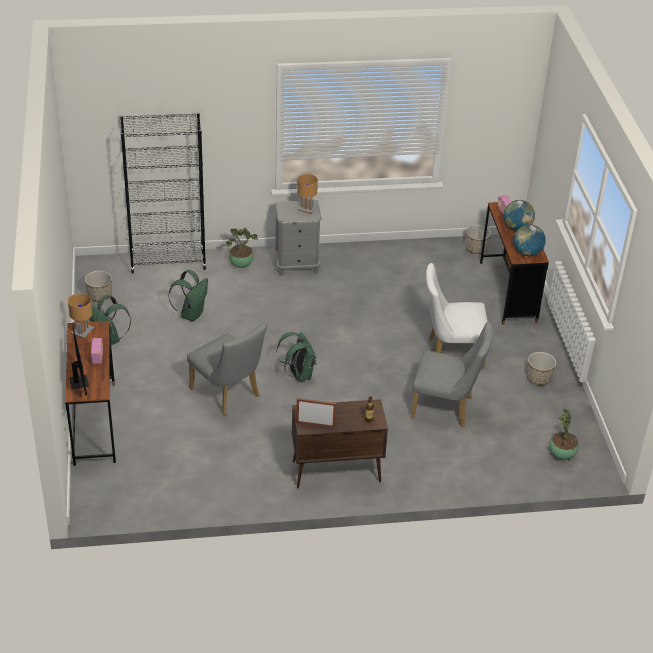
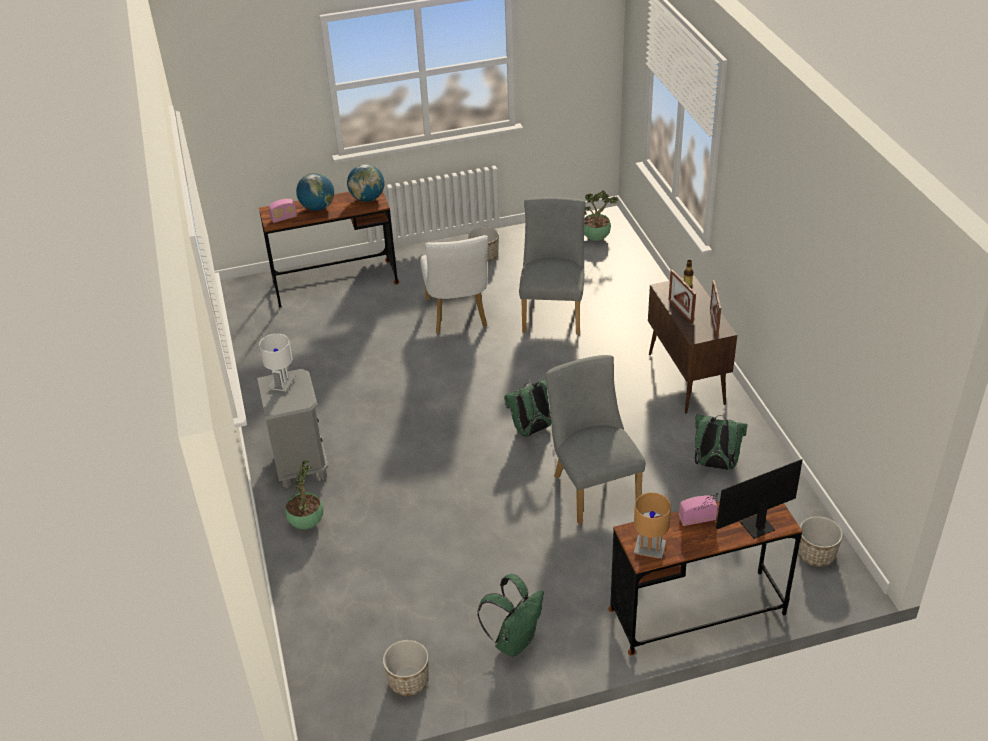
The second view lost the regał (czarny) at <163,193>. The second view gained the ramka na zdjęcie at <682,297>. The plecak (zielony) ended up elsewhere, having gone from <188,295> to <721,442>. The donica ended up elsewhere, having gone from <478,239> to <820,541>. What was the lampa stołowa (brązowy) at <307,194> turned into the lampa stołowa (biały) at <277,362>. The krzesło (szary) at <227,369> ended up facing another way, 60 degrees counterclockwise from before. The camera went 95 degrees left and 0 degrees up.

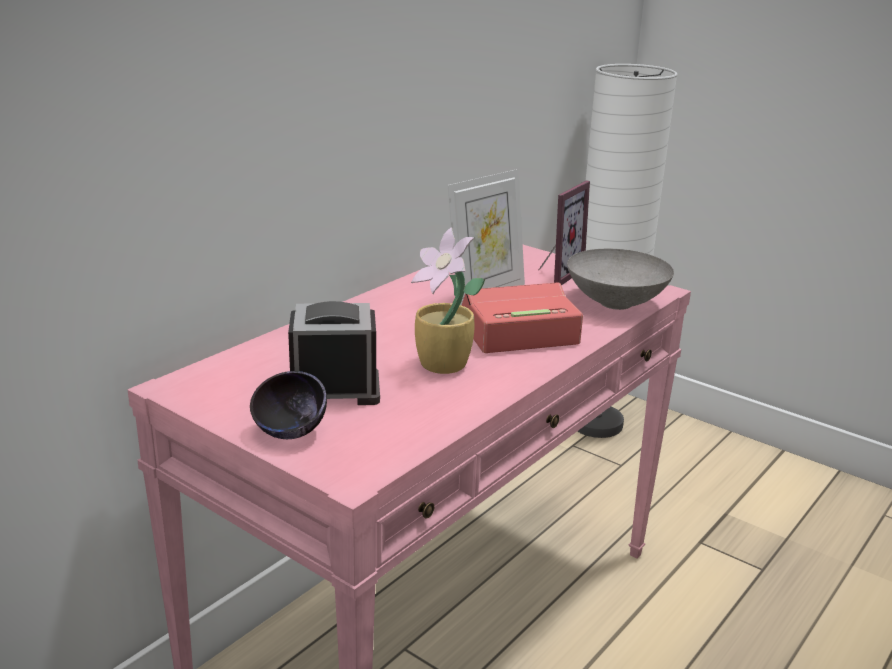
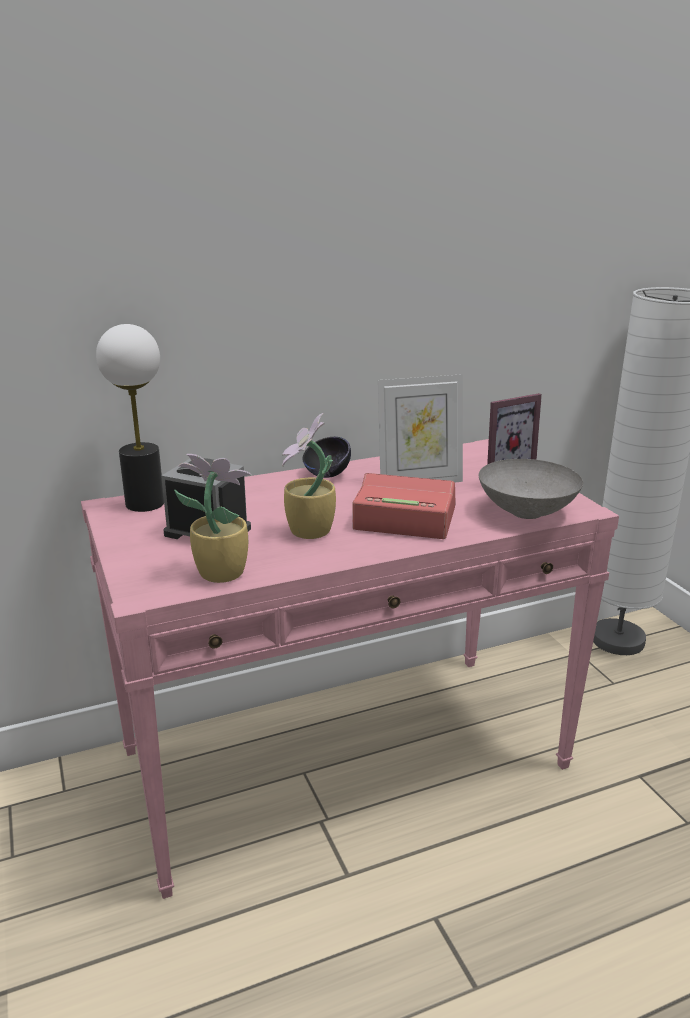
The second view gained the lampa stołowa at <130,418>. The second view gained the roślina doniczkowa at <213,518>. The miska (czarny) ended up elsewhere, having gone from <288,405> to <327,457>. The camera went 30 degrees right and 0 degrees up.

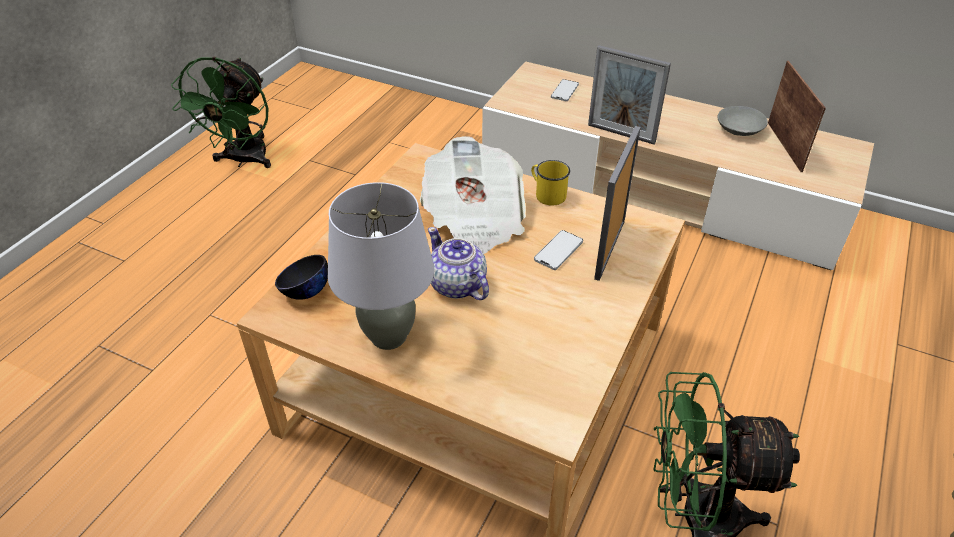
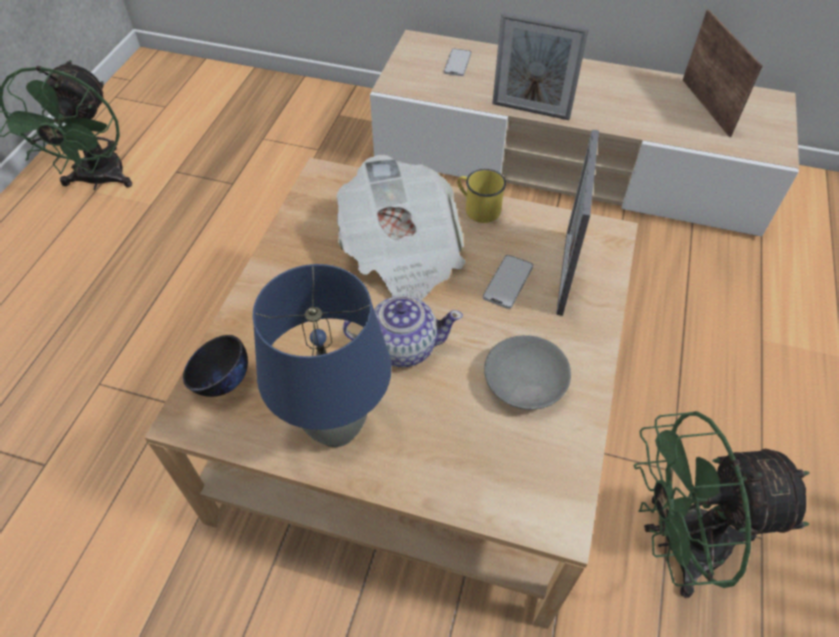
The miska (szary) ended up elsewhere, having gone from <742,121> to <527,372>. What was the lampa stołowa (szary) at <381,266> turned into the lampa stołowa (niebieski) at <322,355>. The imbryk at <458,263> ended up facing another way, 135 degrees clockwise from before. The camera went 10 degrees left and 10 degrees up.

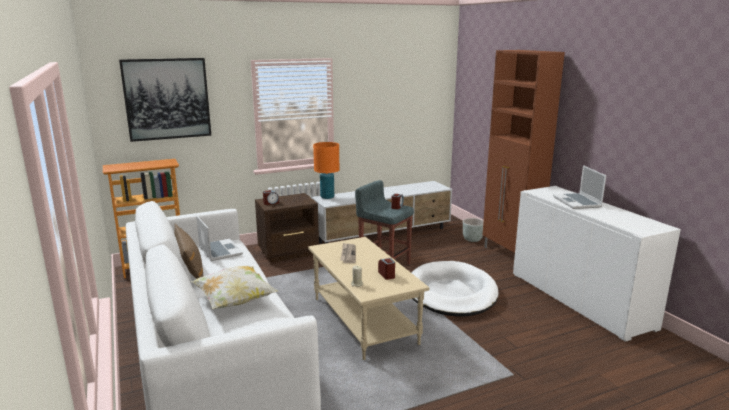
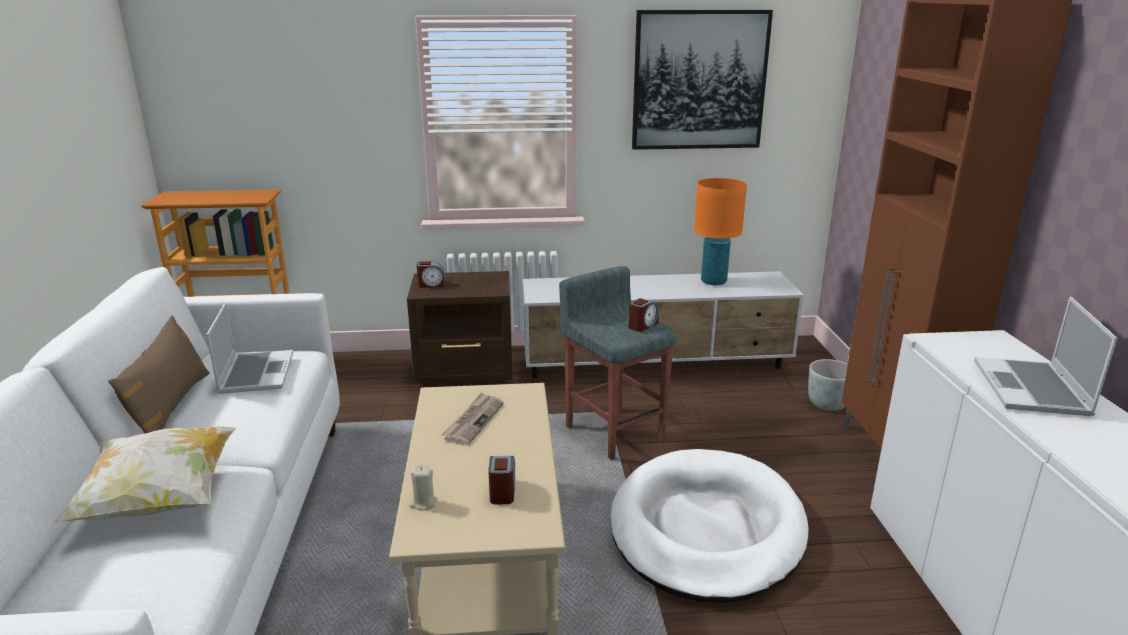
The obraz ended up elsewhere, having gone from <165,100> to <702,80>. The lampa stołowa (pomarańczowy) ended up elsewhere, having gone from <326,170> to <720,231>. The camera went 20 degrees right and 5 degrees up.

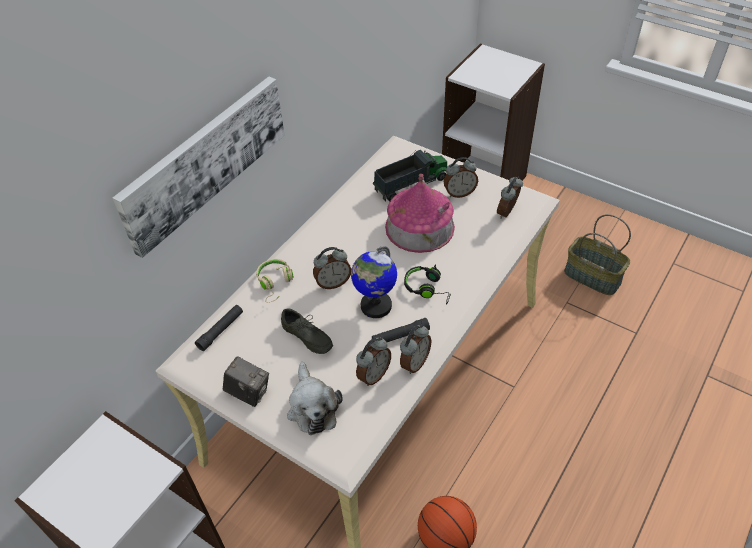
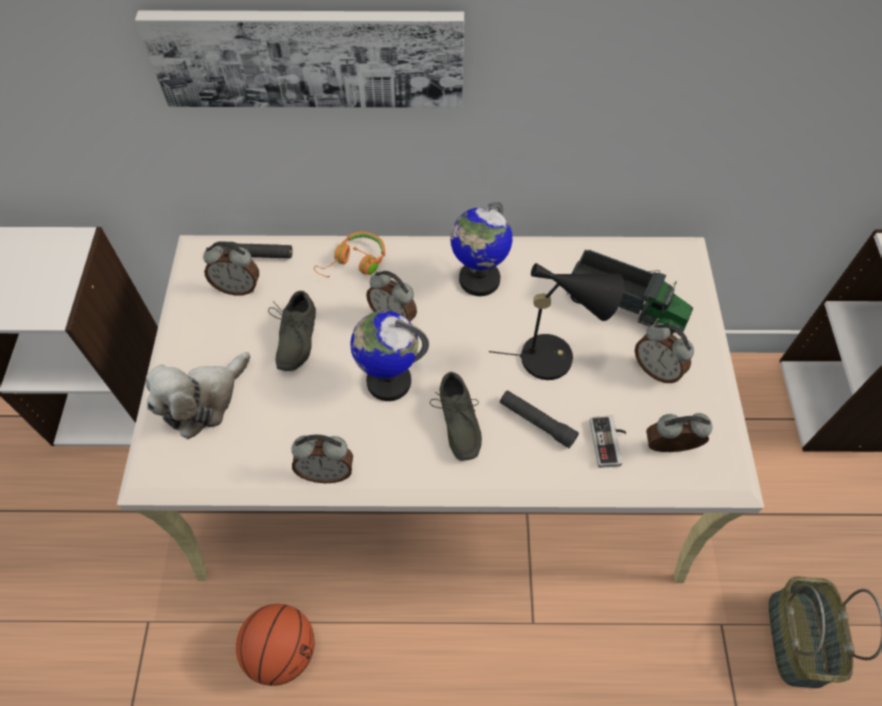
The second view lost the aparat fotograficzny at <246,381>. The second view gained the globus at <481,248>. The second view gained the pad do gier at <608,442>. The budzik ended up elsewhere, having gone from <373,361> to <231,268>. The latarka (czarny) ended up elsewhere, having gone from <401,330> to <539,419>. Where the domek stood at <420,213>, the lampa stołowa (czarny) came to stand at <556,321>. Where the słuchawki (czarny) stood at <427,284>, the but (szary) came to stand at <456,416>. What was the słuchawki (beżowy) at <275,281> turned into the słuchawki (pomarańczowy) at <349,254>. The camera went 55 degrees right and 10 degrees up.

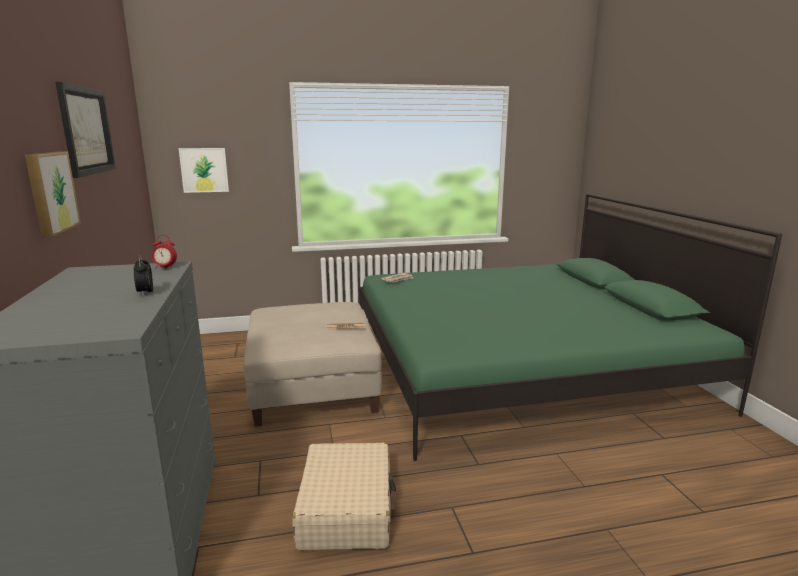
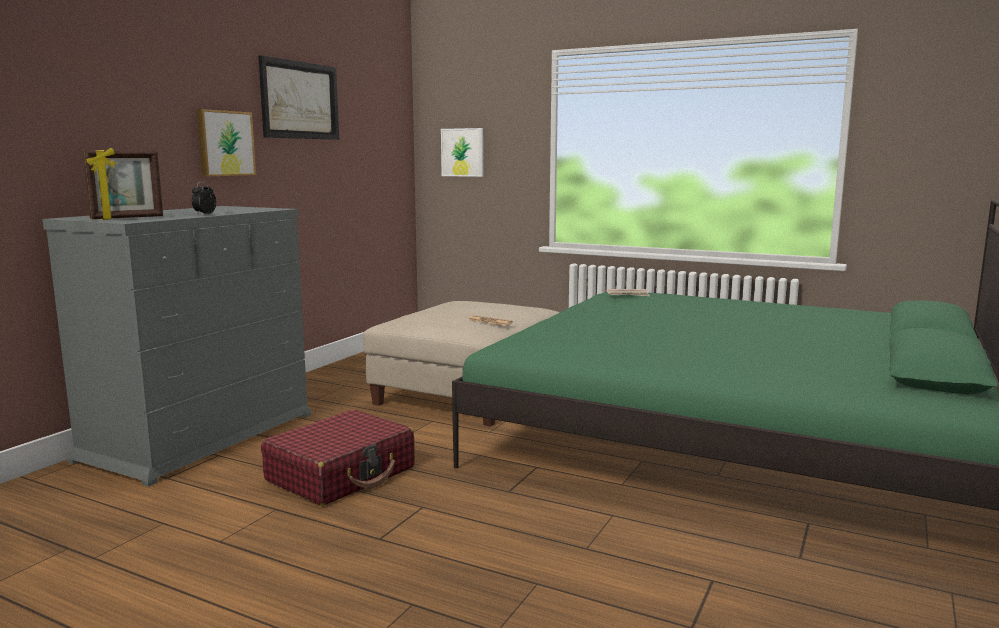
The second view lost the budzik at <164,252>. The second view gained the ramka na zdjęcie at <122,184>. What was the walizka (beżowy) at <344,496> turned into the walizka (czerwony) at <338,458>. The camera went 40 degrees right and 5 degrees down.

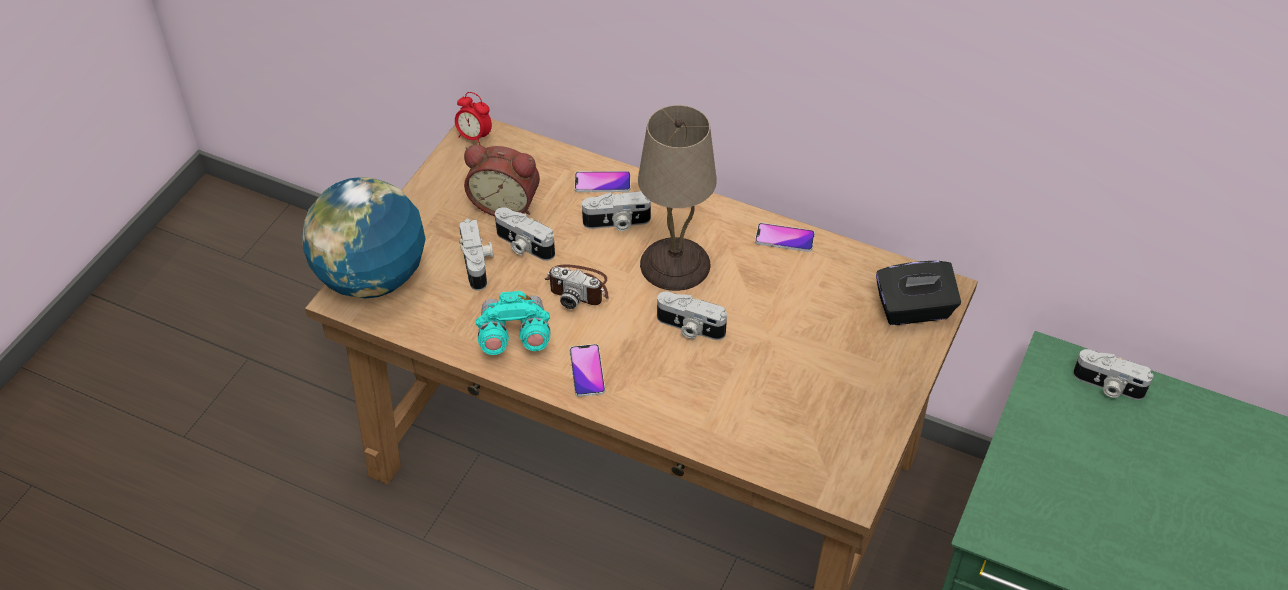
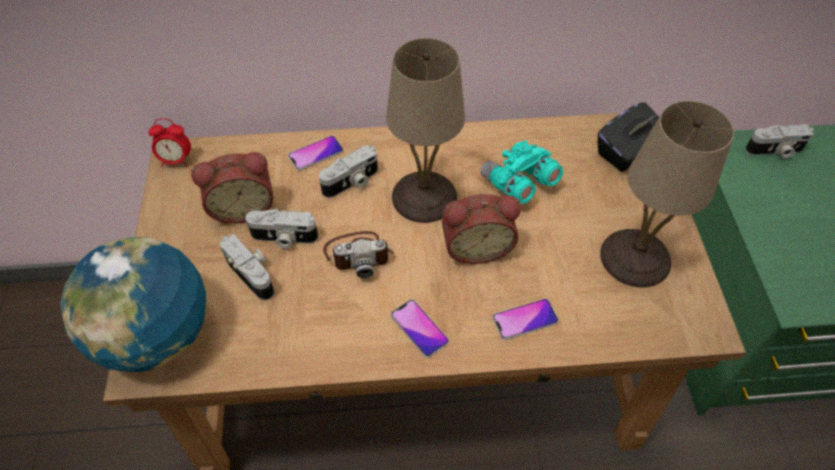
The second view gained the lampa stołowa (beżowy) at <667,194>. The lornetka (turkusowy) ended up elsewhere, having gone from <513,323> to <522,172>. The telefon ended up elsewhere, having gone from <785,237> to <525,319>. Where the aparat fotograficzny stood at <692,316>, the budzik came to stand at <481,229>. The camera went 30 degrees left and 5 degrees up.

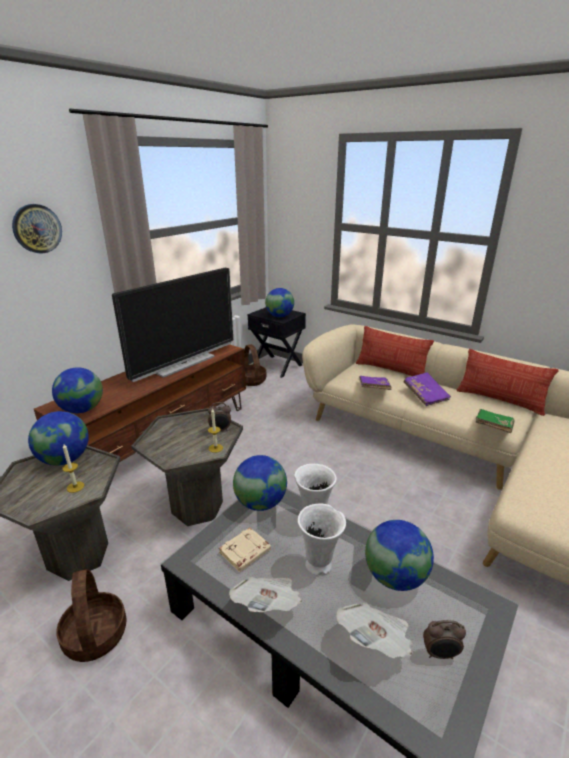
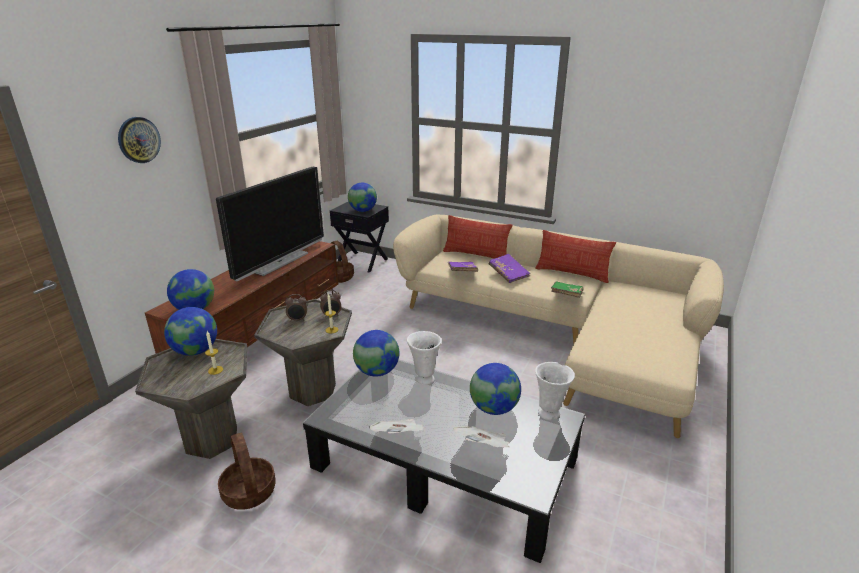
The second view lost the książka (beżowy) at <245,549>. The wazon (biały) ended up elsewhere, having gone from <322,539> to <555,391>. The budzik ended up elsewhere, having gone from <444,639> to <296,307>. The camera went 10 degrees left and 0 degrees up.

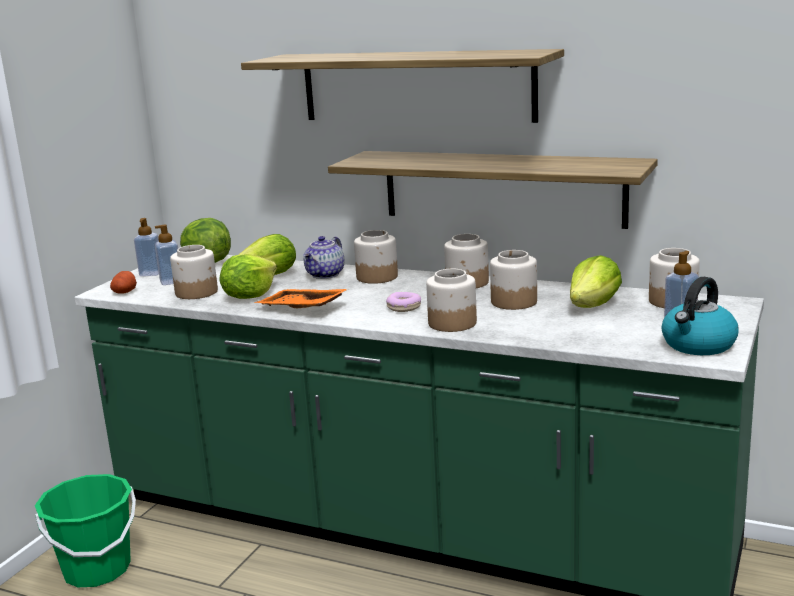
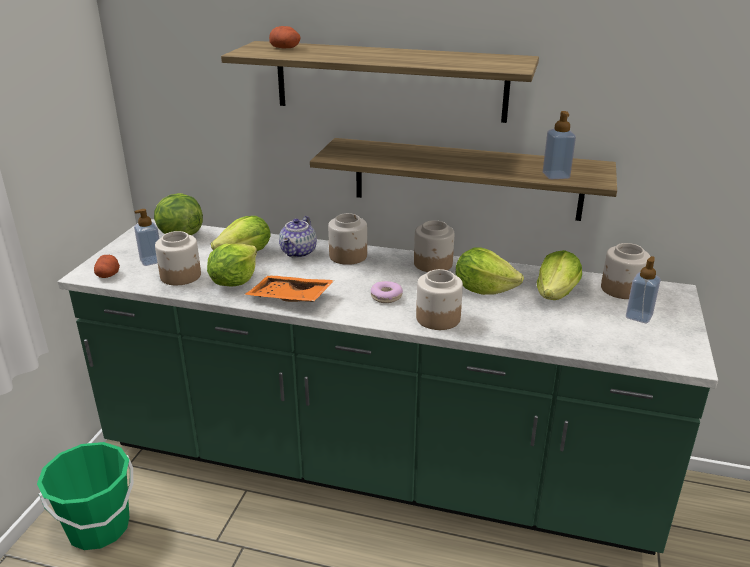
The second view lost the czajnik at <700,316>. The second view gained the ziemniak at <284,37>. The dozownik mydła ended up elsewhere, having gone from <146,247> to <559,145>. Where the słoik stood at <513,280>, the sałata came to stand at <490,271>. The camera went 10 degrees left and 10 degrees up.

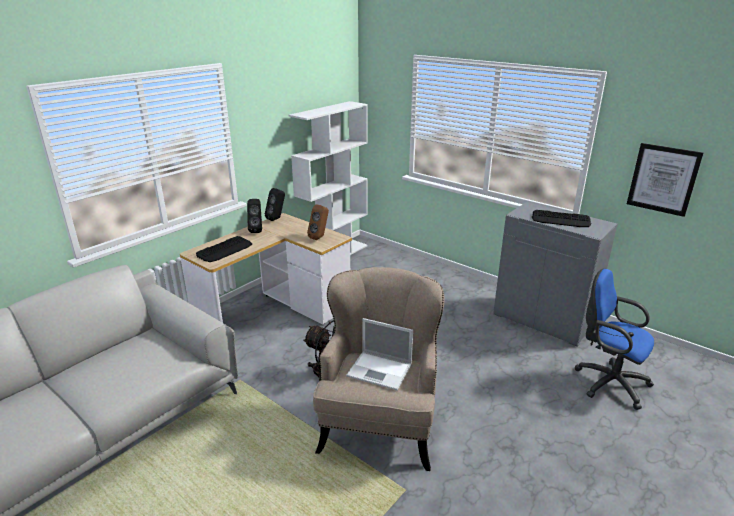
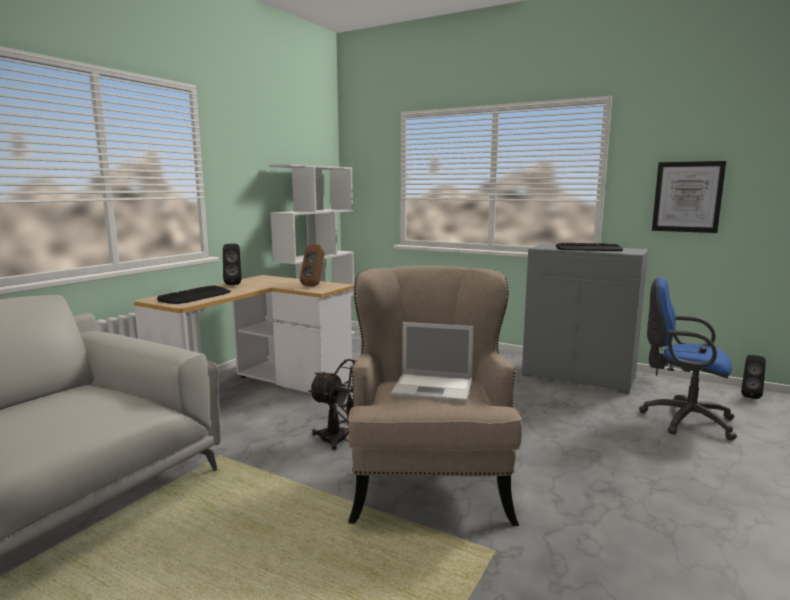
The głośnik (czarny) ended up elsewhere, having gone from <275,204> to <753,377>. The camera went 10 degrees left and 15 degrees down.

